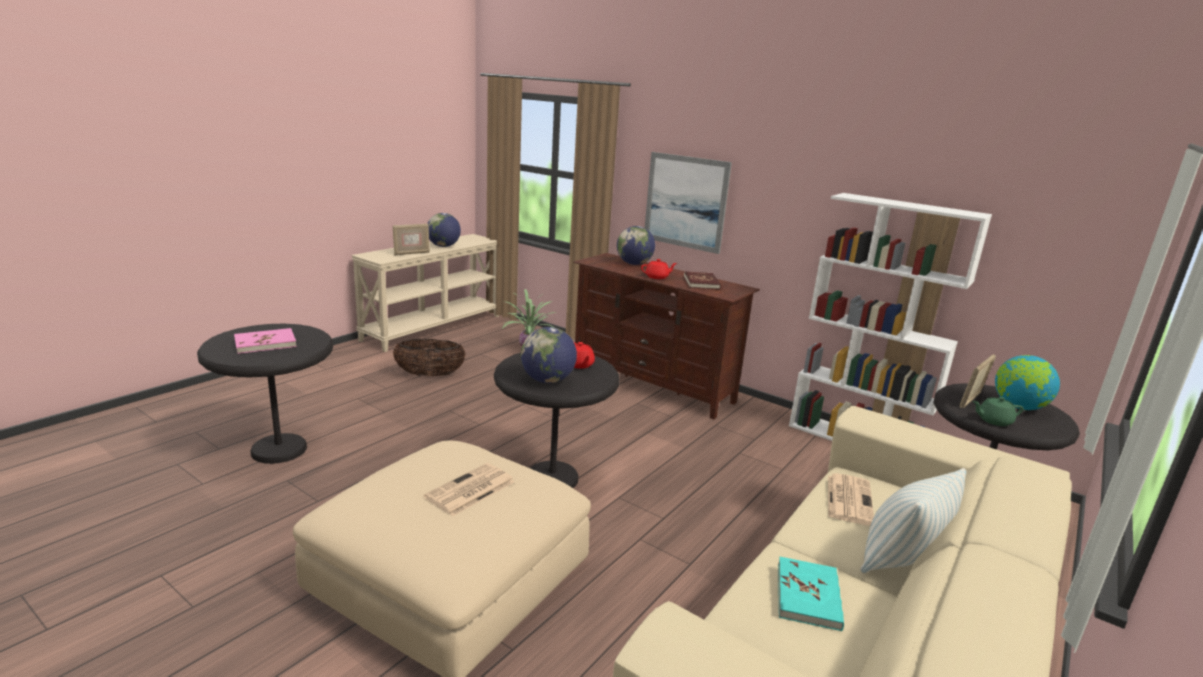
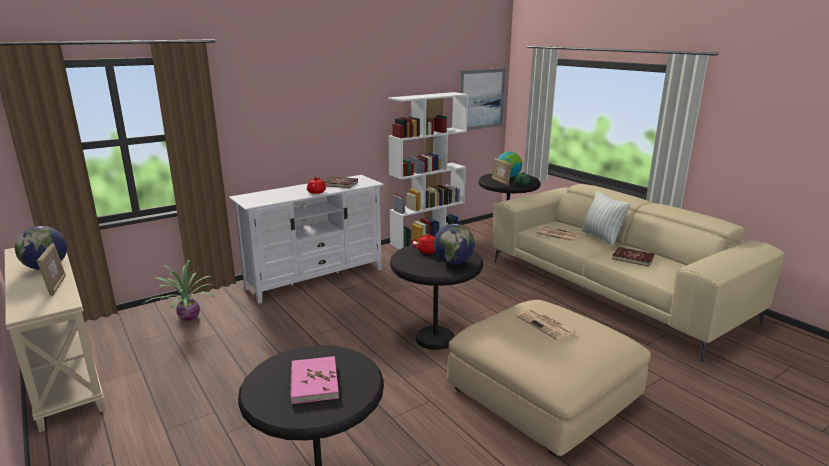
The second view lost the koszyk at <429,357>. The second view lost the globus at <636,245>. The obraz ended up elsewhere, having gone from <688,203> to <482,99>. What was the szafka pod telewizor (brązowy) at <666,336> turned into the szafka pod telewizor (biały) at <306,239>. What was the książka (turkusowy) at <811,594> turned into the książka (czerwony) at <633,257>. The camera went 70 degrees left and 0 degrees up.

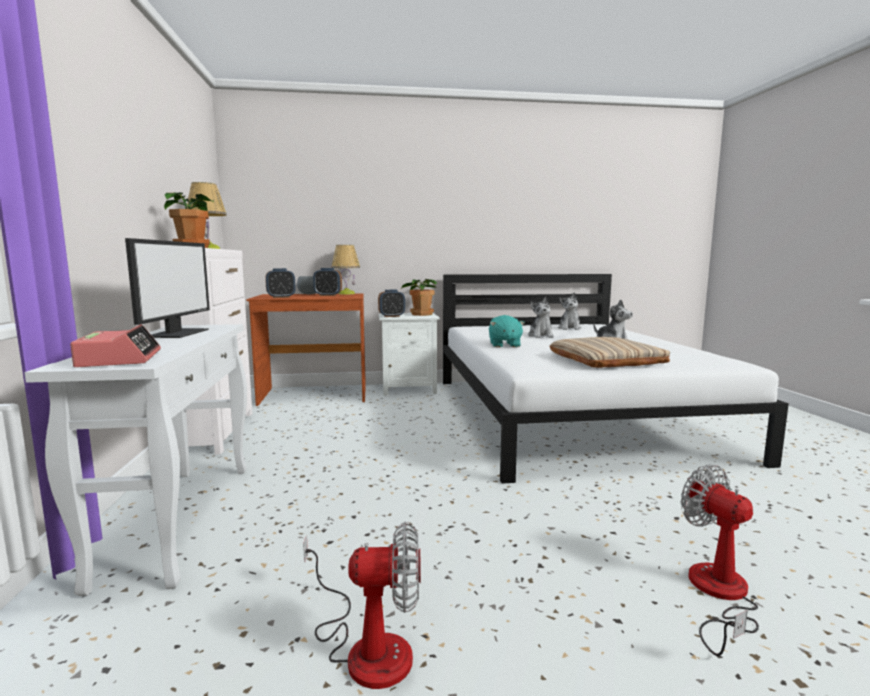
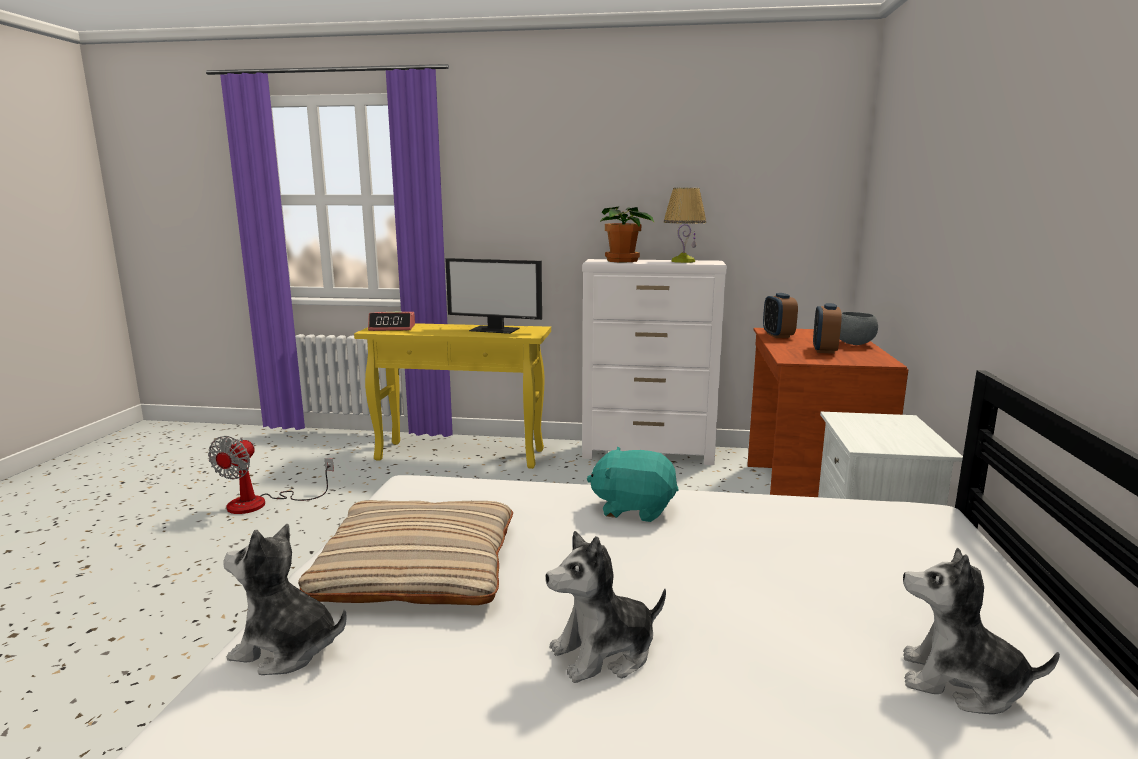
The second view lost the lampa stołowa at <345,270>. The second view lost the budzik at <391,303>. The second view lost the roślina doniczkowa at <419,297>. The second view lost the wentylator at <719,560>. The pluszak ended up elsewhere, having gone from <541,317> to <285,599>. What was the stolik konsolowy (biały) at <135,460> turned into the stolik konsolowy (żółty) at <452,396>. The camera went 105 degrees right and 5 degrees up.

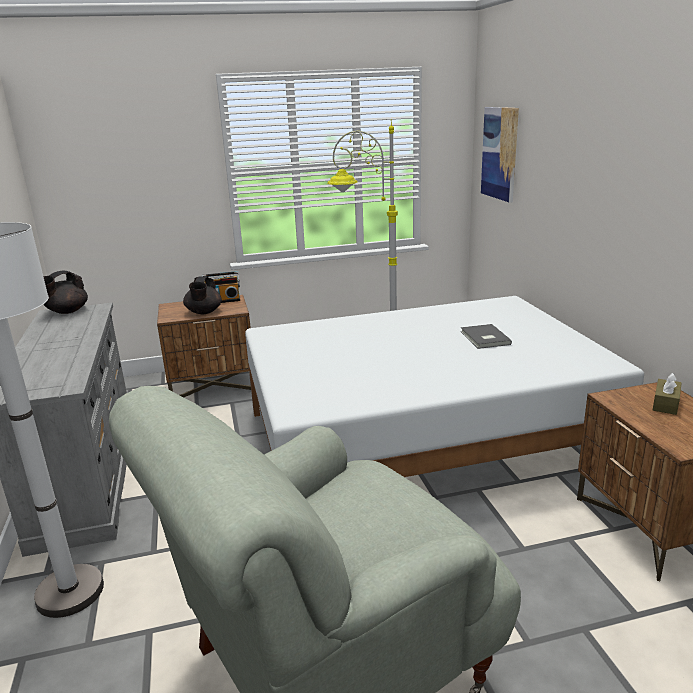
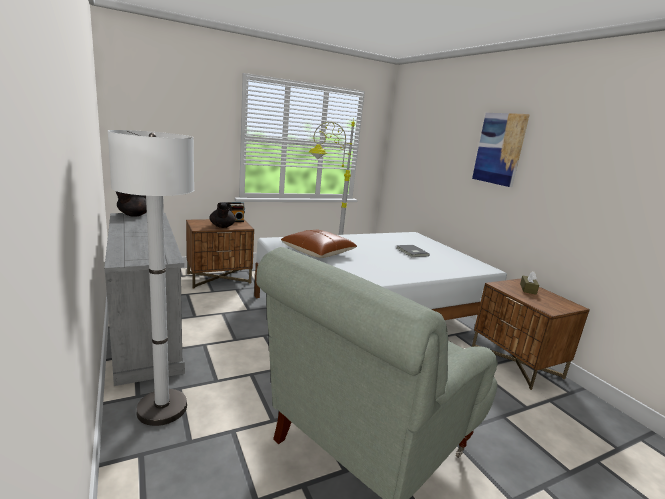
The second view gained the poduszka (brązowy) at <319,244>. The obraz ended up elsewhere, having gone from <500,155> to <501,150>. The camera went 15 degrees left and 5 degrees down.

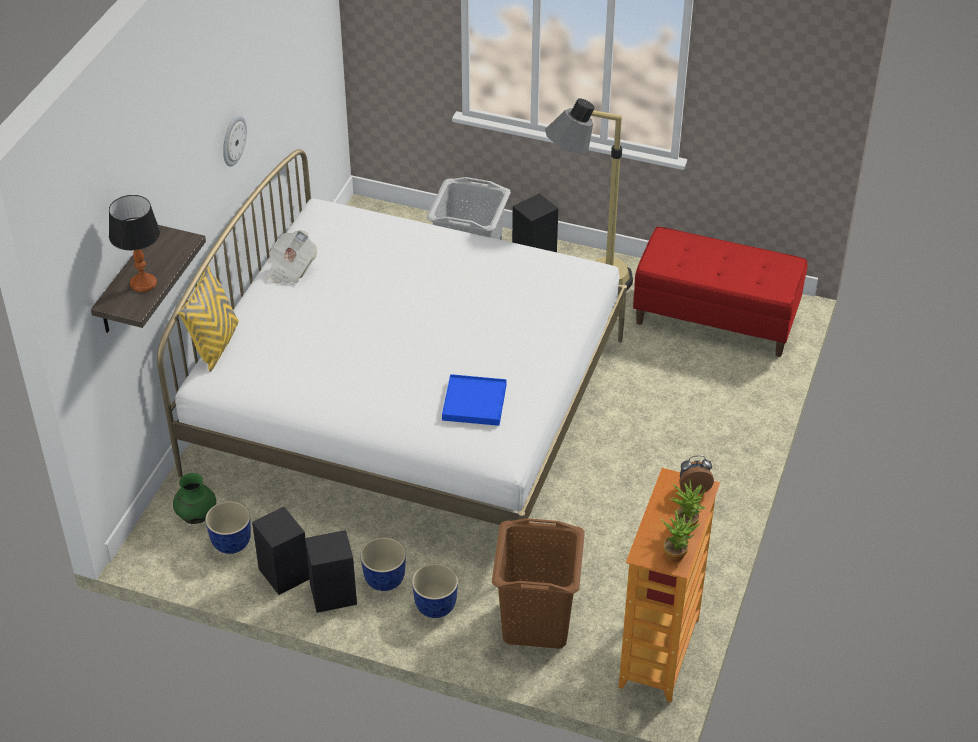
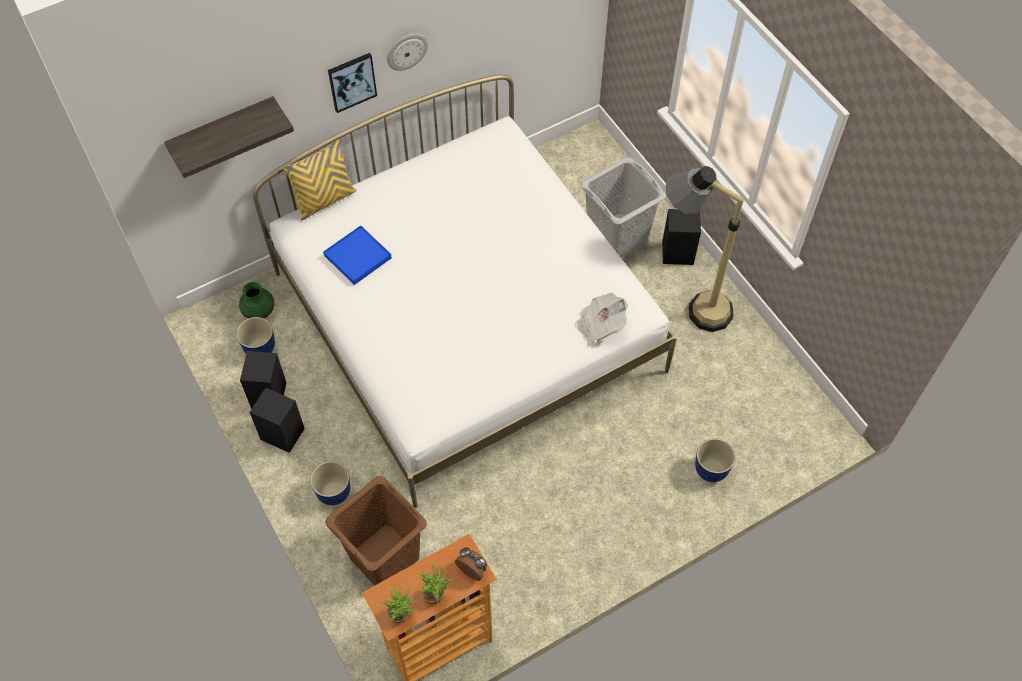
The second view lost the lampa stołowa at <134,243>. The second view lost the ławka (czerwony) at <720,292>. The second view gained the obraz at <352,83>. The gazeta ended up elsewhere, having gone from <292,257> to <601,318>. The donica ended up elsewhere, having gone from <383,564> to <715,460>. The taca (niebieski) ended up elsewhere, having gone from <474,400> to <357,255>. The camera went 40 degrees right and 15 degrees up.

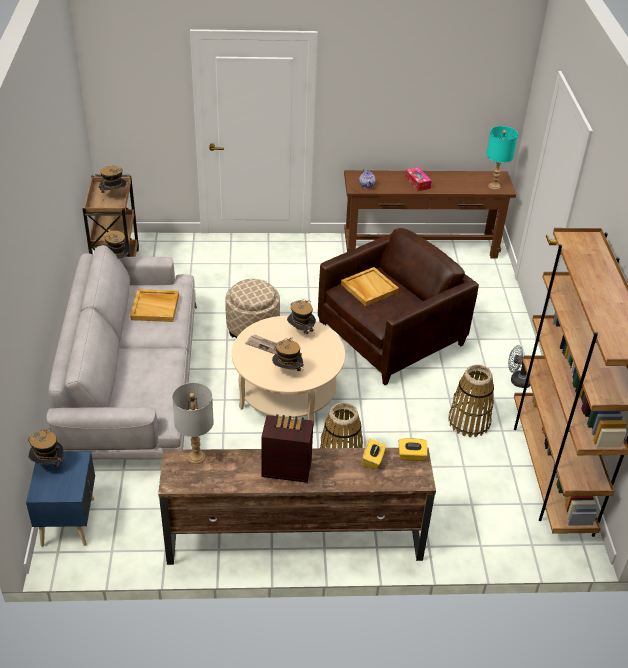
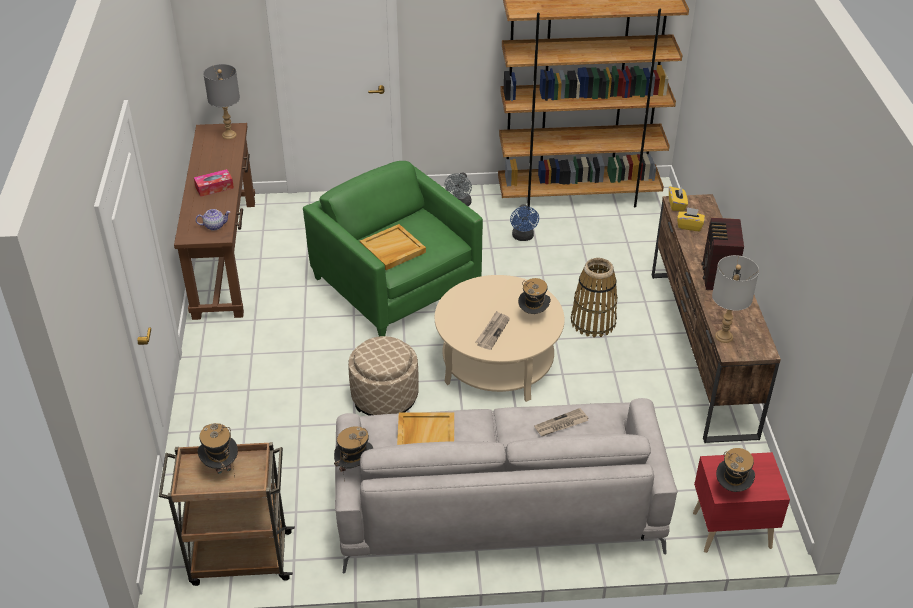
The second view lost the kapelusz at <301,317>. The second view gained the gazeta at <561,422>. Where the koszyk stood at <471,401>, the wentylator (niebieski) came to stand at <524,222>. What was the szafka nocna (niebieski) at <60,499> turned into the szafka nocna (czerwony) at <741,502>. What was the fotel (brązowy) at <398,306> turned into the fotel (zielony) at <393,248>. What was the lampa stołowa (turkusowy) at <502,158> turned into the lampa stołowa (szary) at <221,101>. The camera went 90 degrees left and 0 degrees up.

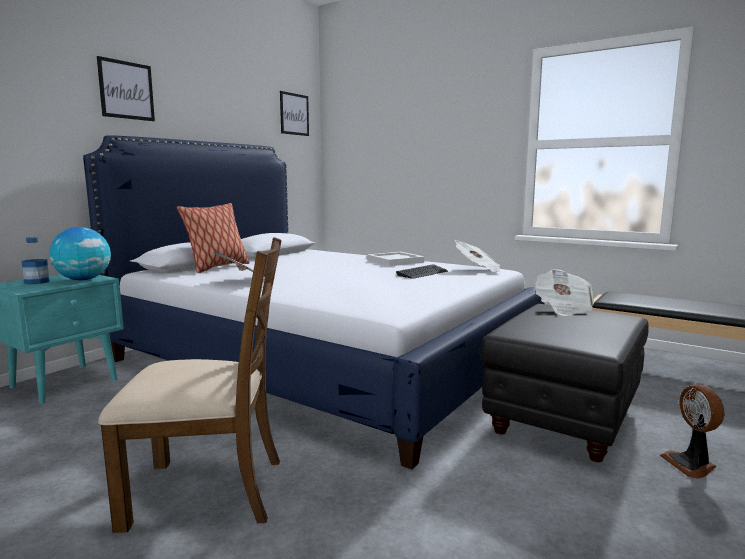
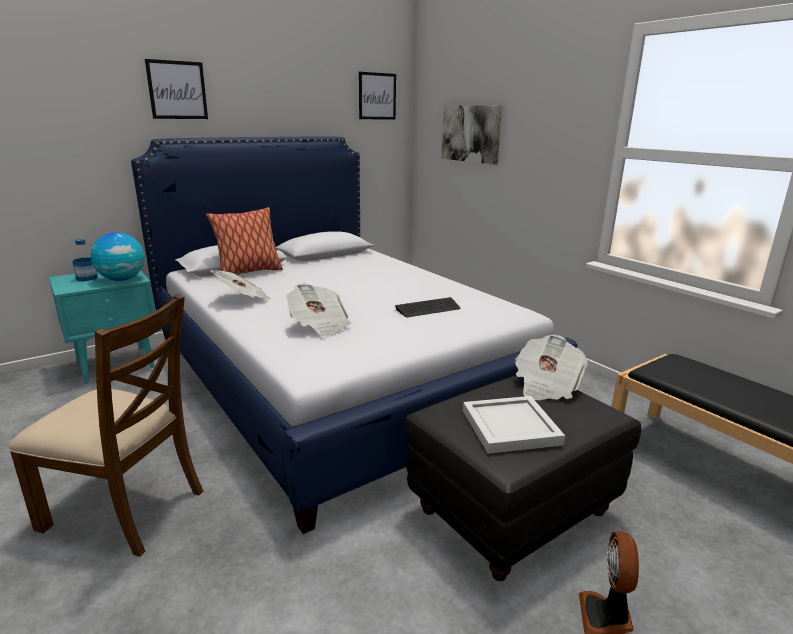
The second view gained the obraz at <471,135>. The taca (biały) ended up elsewhere, having gone from <395,259> to <514,425>. The gazeta ended up elsewhere, having gone from <478,256> to <318,310>. The camera went 20 degrees right and 10 degrees up.

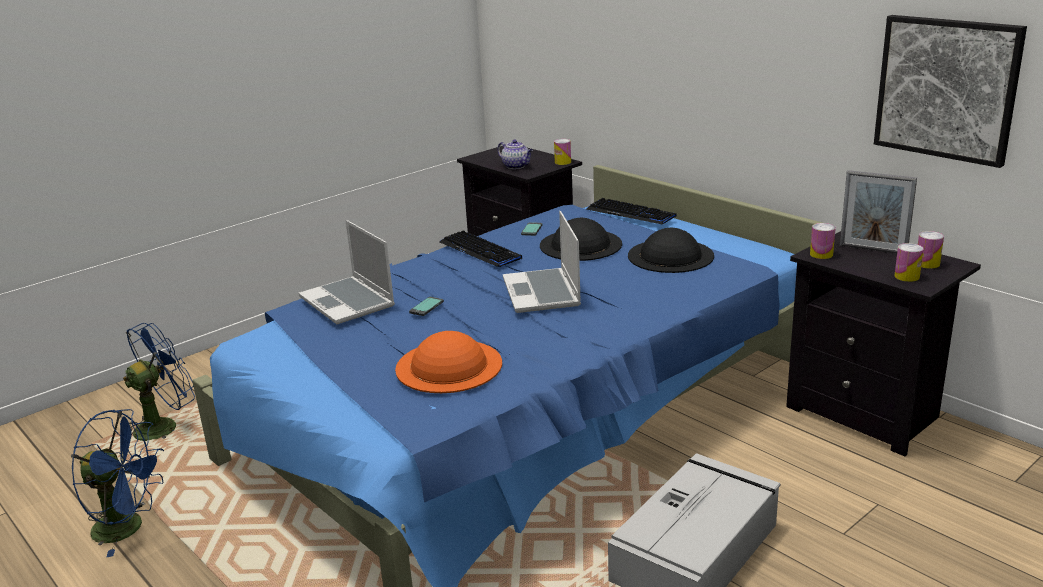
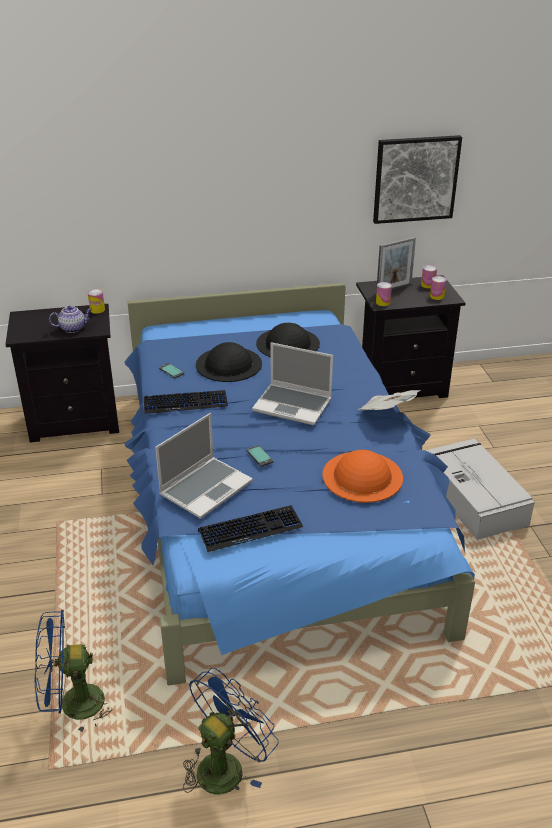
The second view gained the gazeta at <389,400>. The klawiatura ended up elsewhere, having gone from <631,211> to <250,528>. The wentylator (niebieski) at <159,382> ended up facing another way, 90 degrees counterclockwise from before. The laptop at <346,272> ended up facing another way, 45 degrees counterclockwise from before. The camera went 60 degrees left and 10 degrees up.

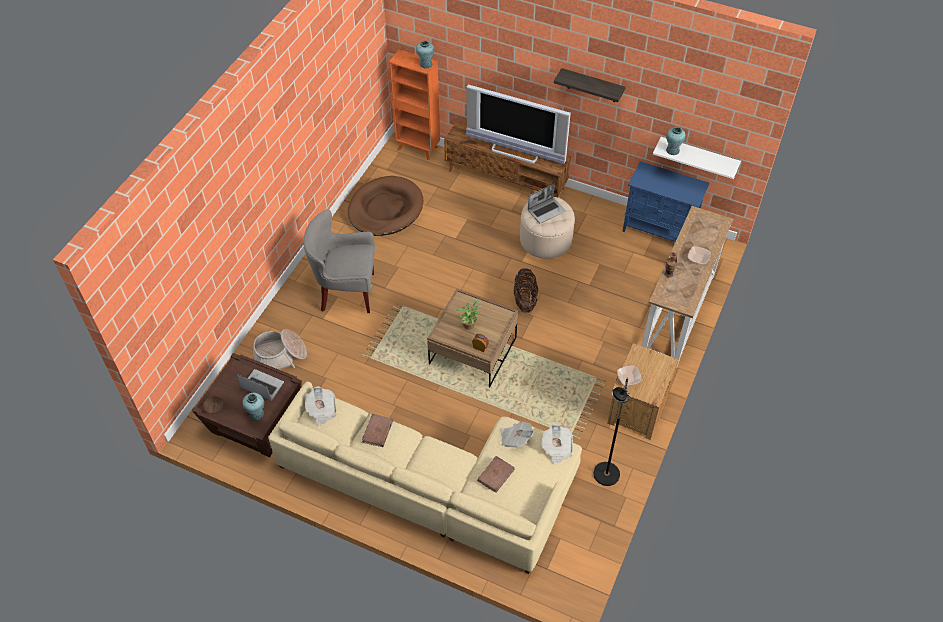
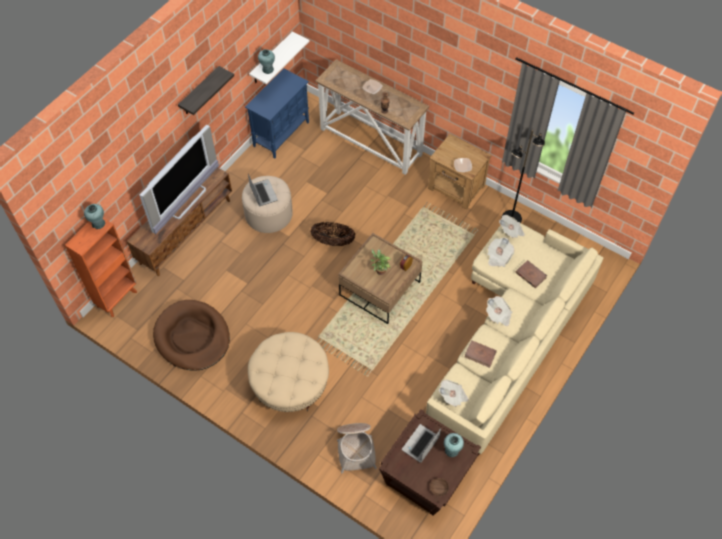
The second view gained the gazeta at <499,311>. Where the fotel (szary) stood at <339,261>, the pufa (beżowy) came to stand at <288,372>. The camera went 80 degrees left and 5 degrees up.

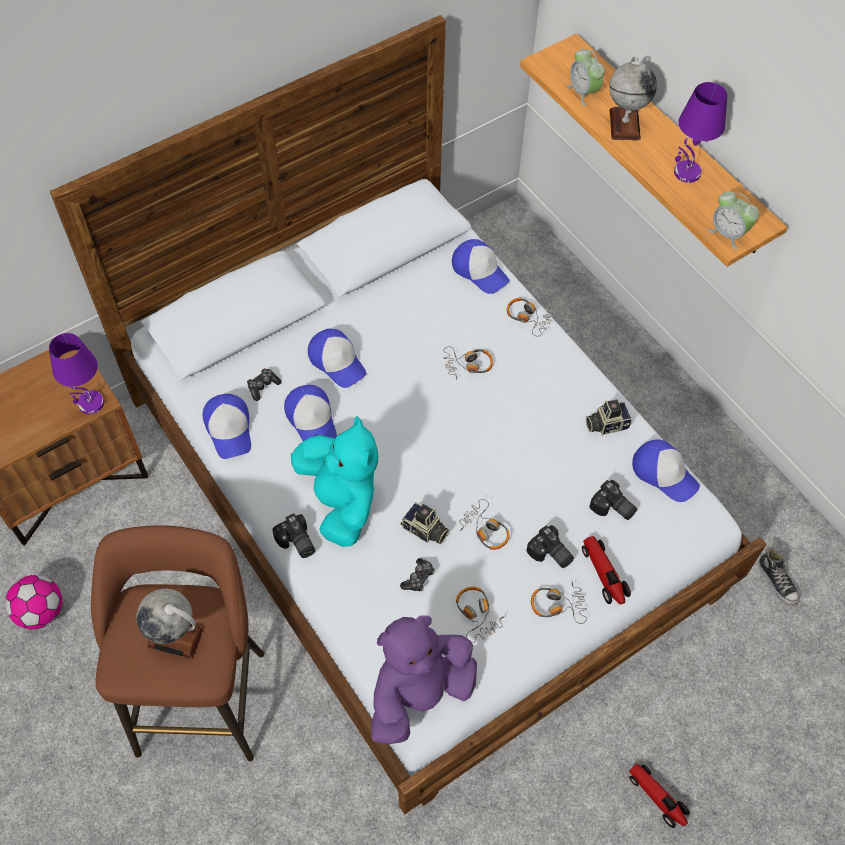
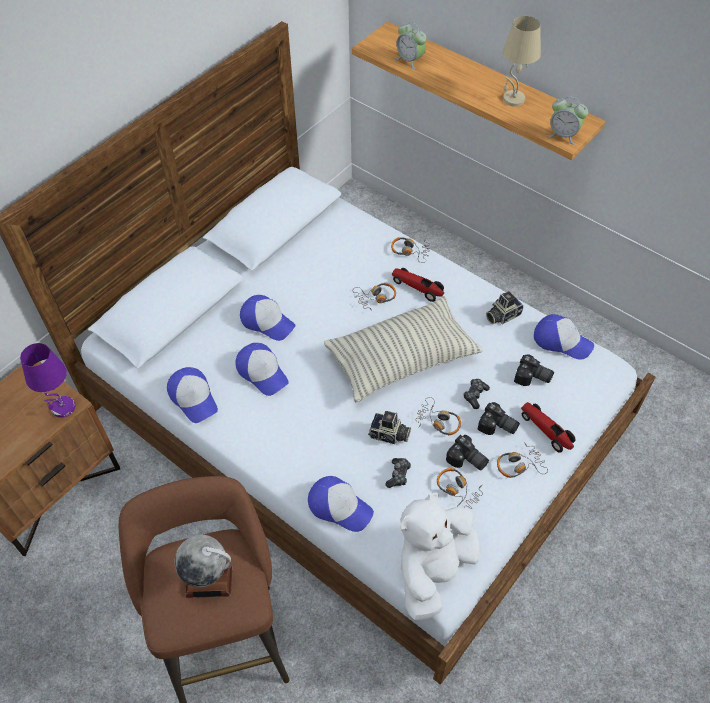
The second view lost the piłka futbolowa at <33,602>. The second view lost the pluszak (turkusowy) at <334,481>. The second view lost the globus at <633,98>. The second view lost the but at <779,577>. The second view gained the poduszka at <403,349>. The pad do gier ended up elsewhere, having gone from <264,385> to <477,394>. The aparat fotograficzny ended up elsewhere, having gone from <293,535> to <467,452>. The czapka z daszkiem ended up elsewhere, having gone from <480,266> to <341,504>. The samochodzik ended up elsewhere, having gone from <659,795> to <418,285>. What was the pluszak (fioletowy) at <424,679> turned into the pluszak (biały) at <440,556>. What was the lampa stołowa (fioletowy) at <700,132> turned into the lampa stołowa (beżowy) at <522,61>. The camera went 15 degrees left and 5 degrees down.

